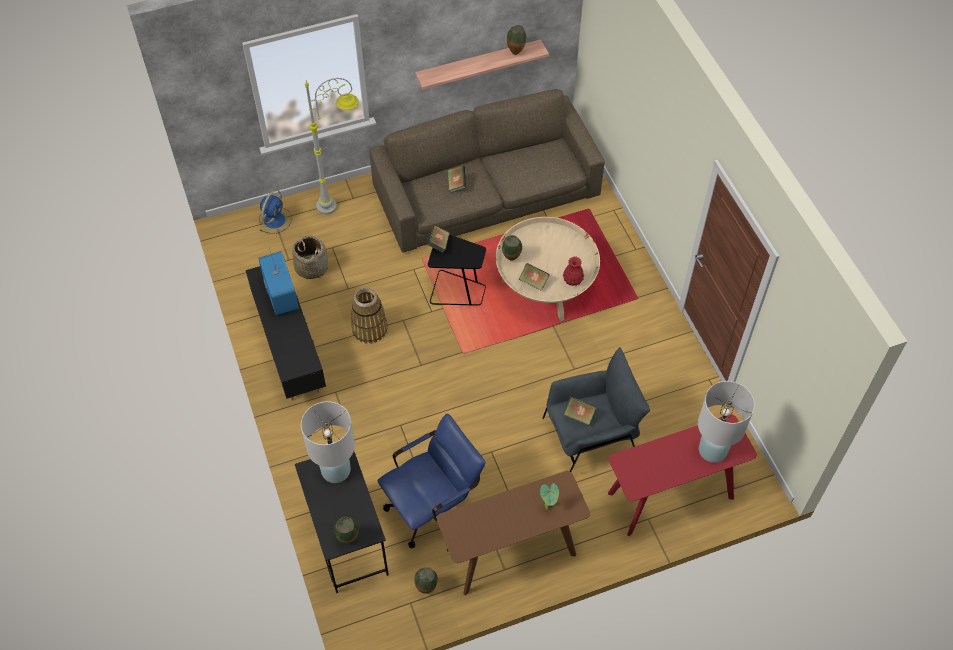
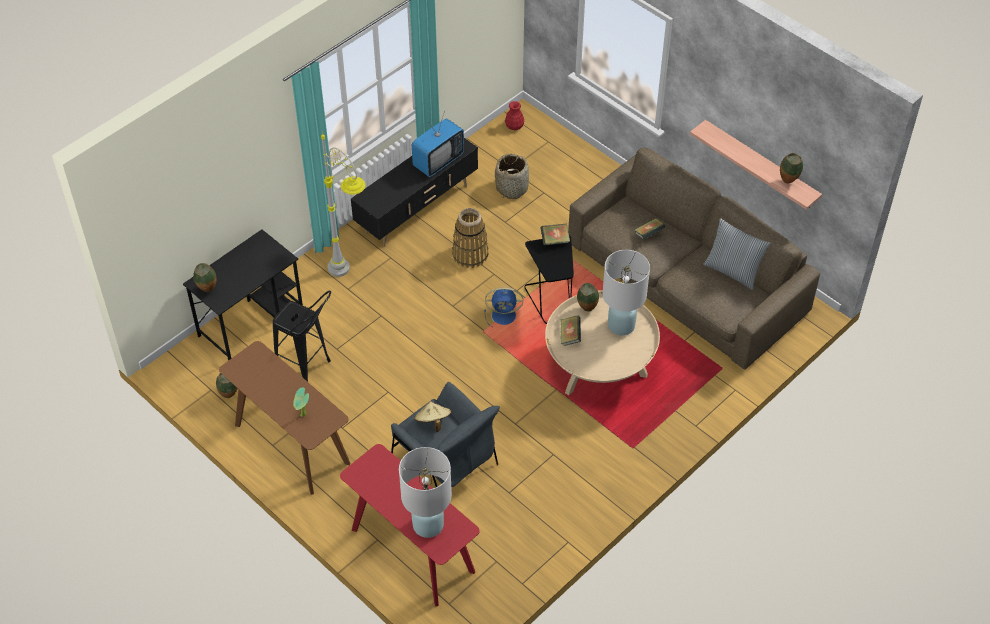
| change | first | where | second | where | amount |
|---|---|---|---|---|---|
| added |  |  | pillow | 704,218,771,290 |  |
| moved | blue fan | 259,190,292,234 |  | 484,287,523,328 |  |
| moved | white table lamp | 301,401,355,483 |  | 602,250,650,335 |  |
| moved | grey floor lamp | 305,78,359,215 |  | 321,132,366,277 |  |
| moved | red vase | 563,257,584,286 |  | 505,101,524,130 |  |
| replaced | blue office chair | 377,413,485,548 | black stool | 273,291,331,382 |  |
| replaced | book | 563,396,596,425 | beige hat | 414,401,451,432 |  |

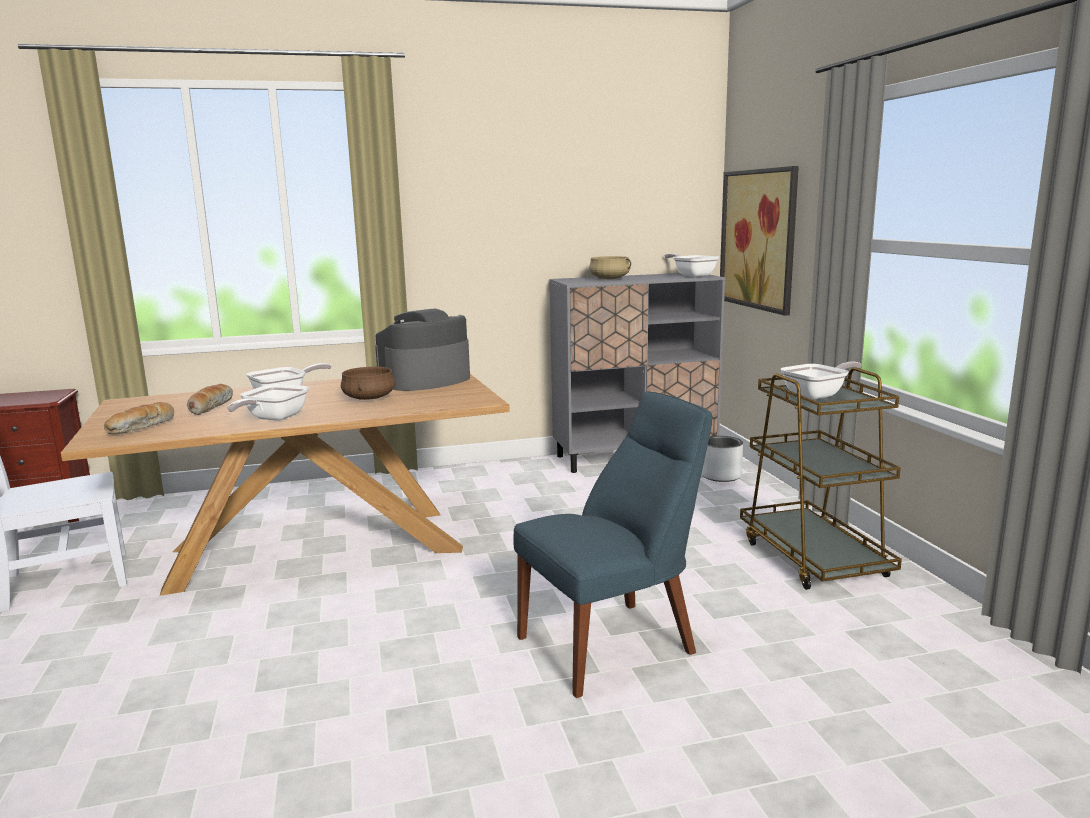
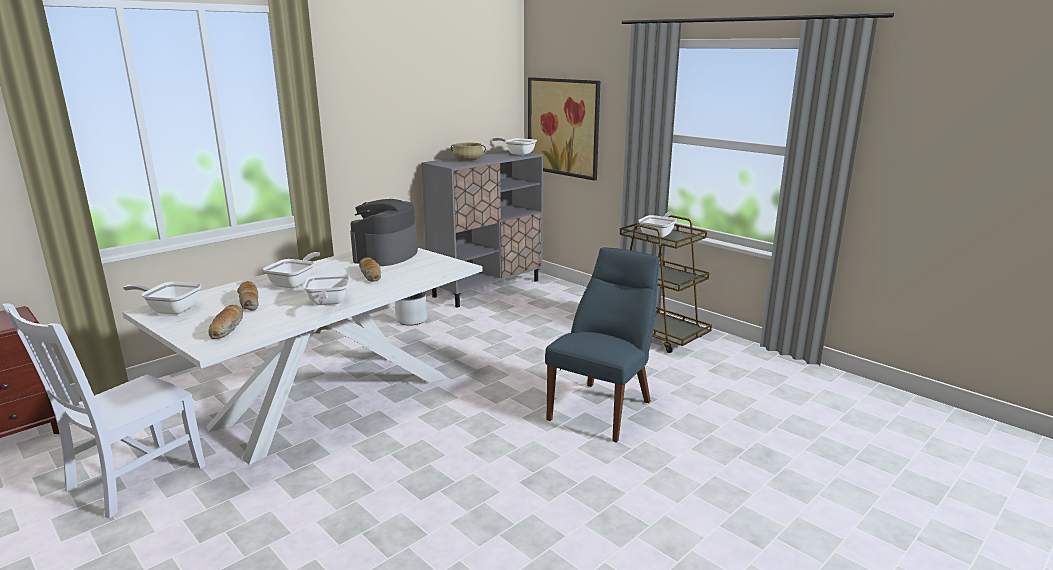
| change | first | where | second | where | amount |
|---|---|---|---|---|---|
| added |  |  | frying pan | 123,282,202,315 |  |
| moved | grey planter | 701,436,743,482 |  | 395,292,427,326 |  |
| replaced | brown cooking pot | 341,367,395,400 | bread | 359,257,381,282 |  |
| recoloured | brown dining table | 61,374,509,596 | white dining table | 122,248,483,465 |  |

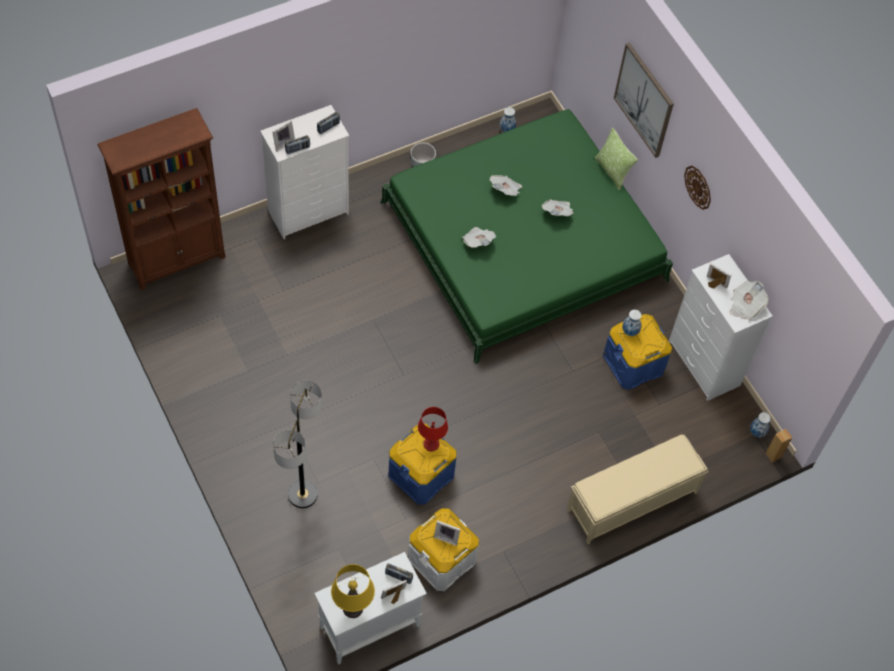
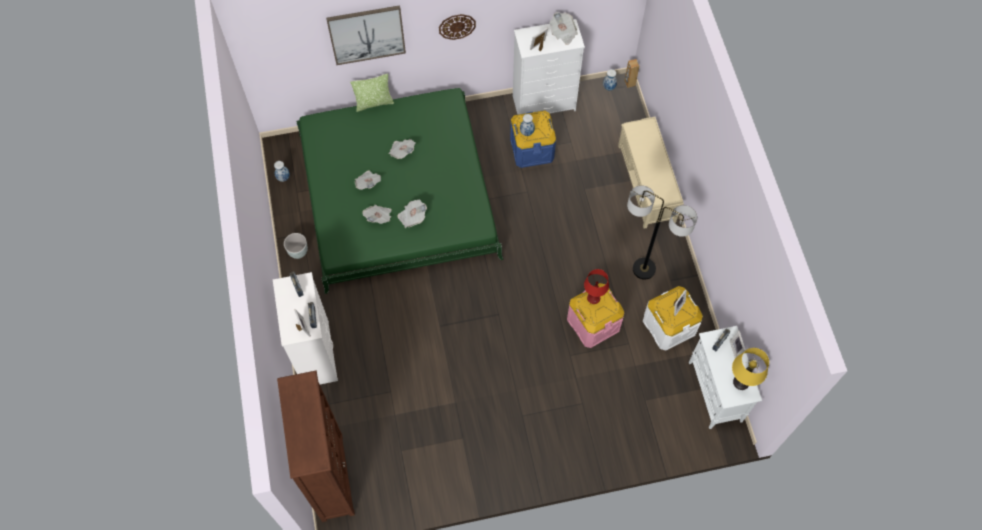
| change | first | where | second | where | amount |
|---|---|---|---|---|---|
| added |  |  | newspaper | 362,205,392,224 |  |
| moved | floor lamp | 273,381,322,508 |  | 627,185,697,280 |  |
| recoloured | blue storage box | 388,424,457,504 | pink storage box | 567,283,624,348 |  |

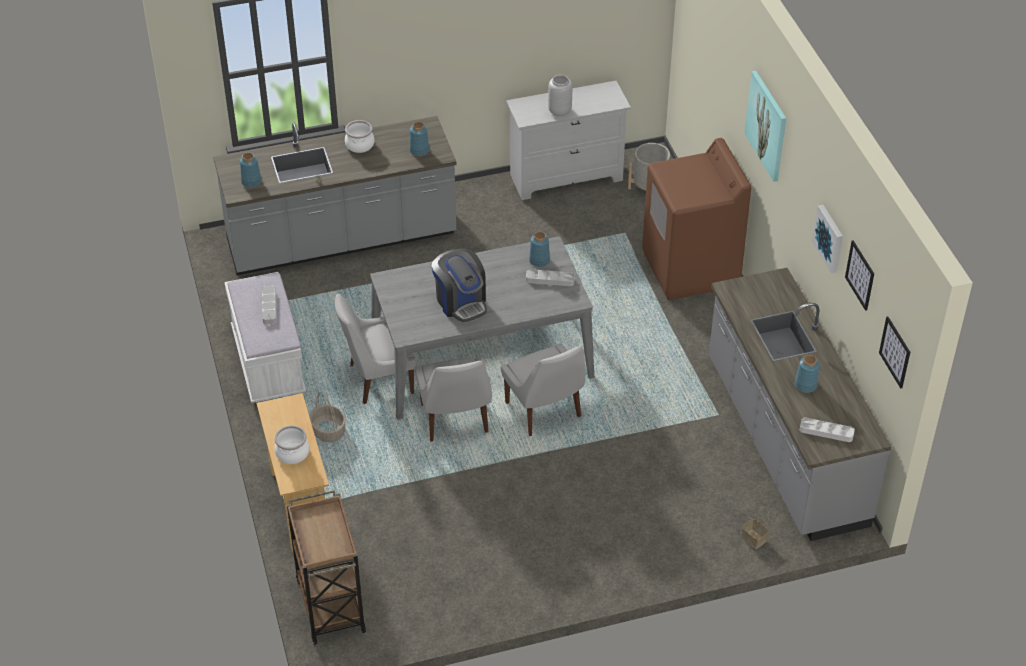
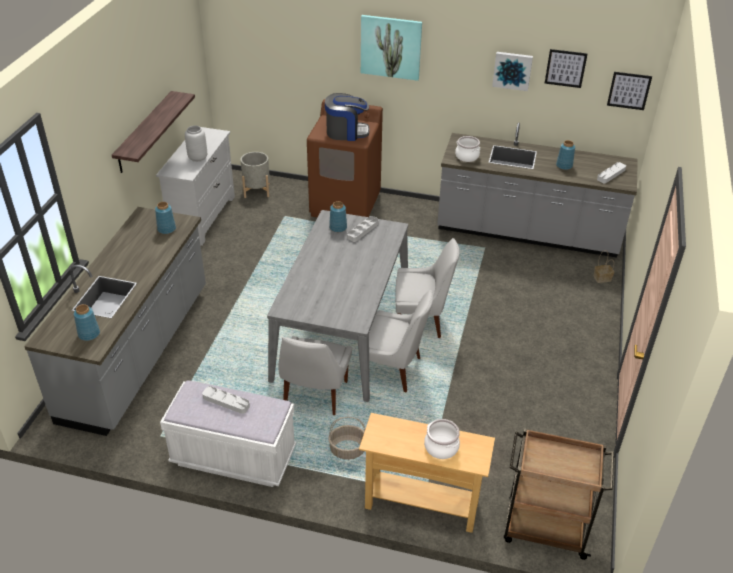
| change | first | where | second | where | amount |
|---|---|---|---|---|---|
| added |  |  | shelf | 112,91,195,173 |  |
| moved | cooking pot | 345,120,375,153 |  | 455,136,480,162 |  |
| moved | coffee machine | 432,249,487,322 |  | 325,93,369,141 |  |

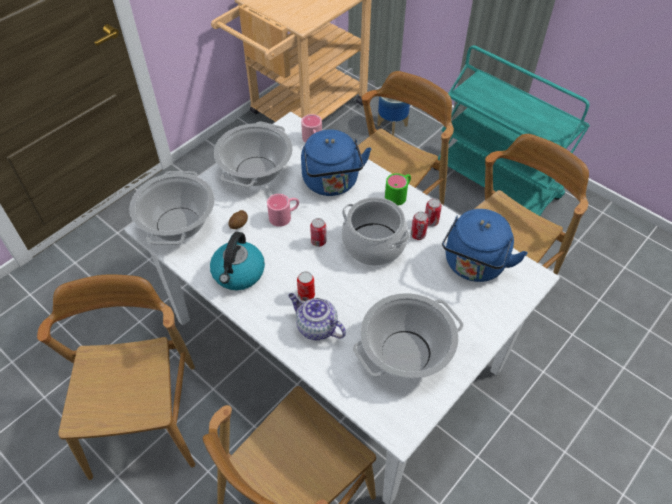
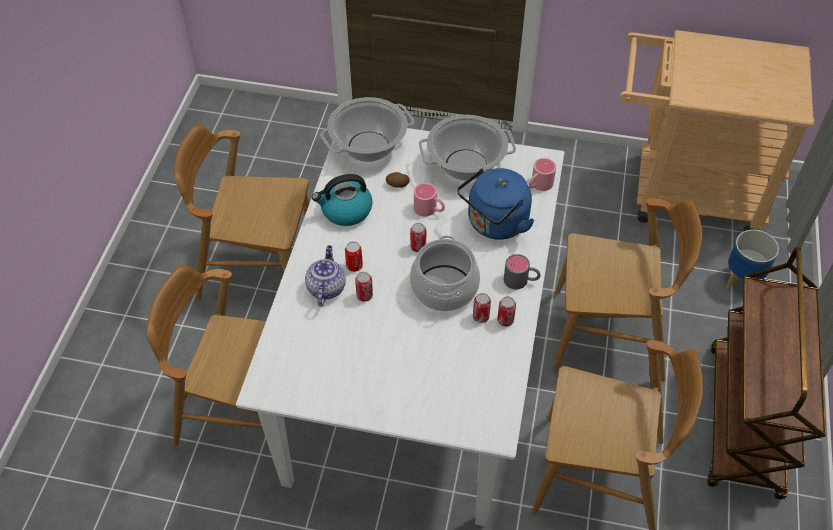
| change | first | where | second | where | amount |
|---|---|---|---|---|---|
| removed | cooking pot | 353,293,464,378 |  |  |  |
| removed | blue kettle | 442,209,528,282 |  |  |  |
| added |  |  | can | 355,272,373,302 |  |
| recoloured | green mug | 385,173,411,205 | grey mug | 504,254,541,290 |  |
| recoloured | turquoise cart | 433,45,590,216 | brown cart | 707,247,826,499 |  |
| turned | brown chair | 37,274,195,480 |  | 174,124,309,300 | 135 degrees counterclockwise |

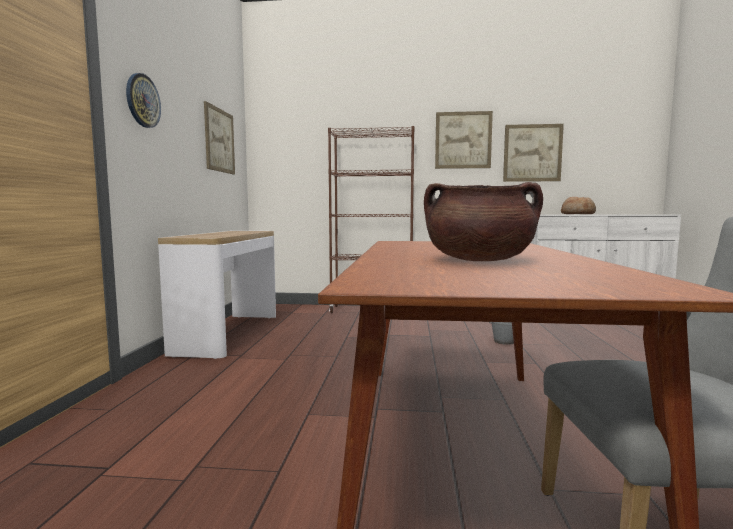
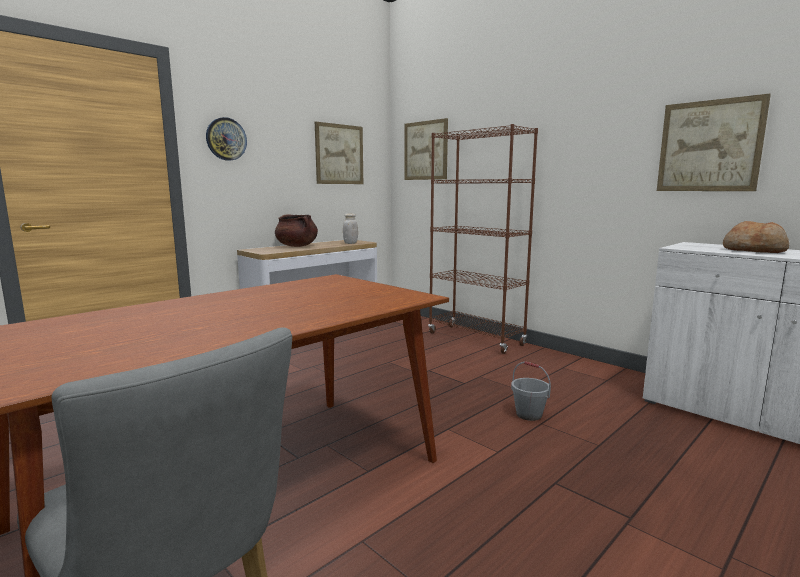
| change | first | where | second | where | amount |
|---|---|---|---|---|---|
| added |  |  | white jar | 343,214,358,244 |  |
| moved | brown cooking pot | 424,182,543,261 |  | 275,215,318,247 |  |
| moved | picture | 435,111,493,169 |  | 405,118,448,180 |  |

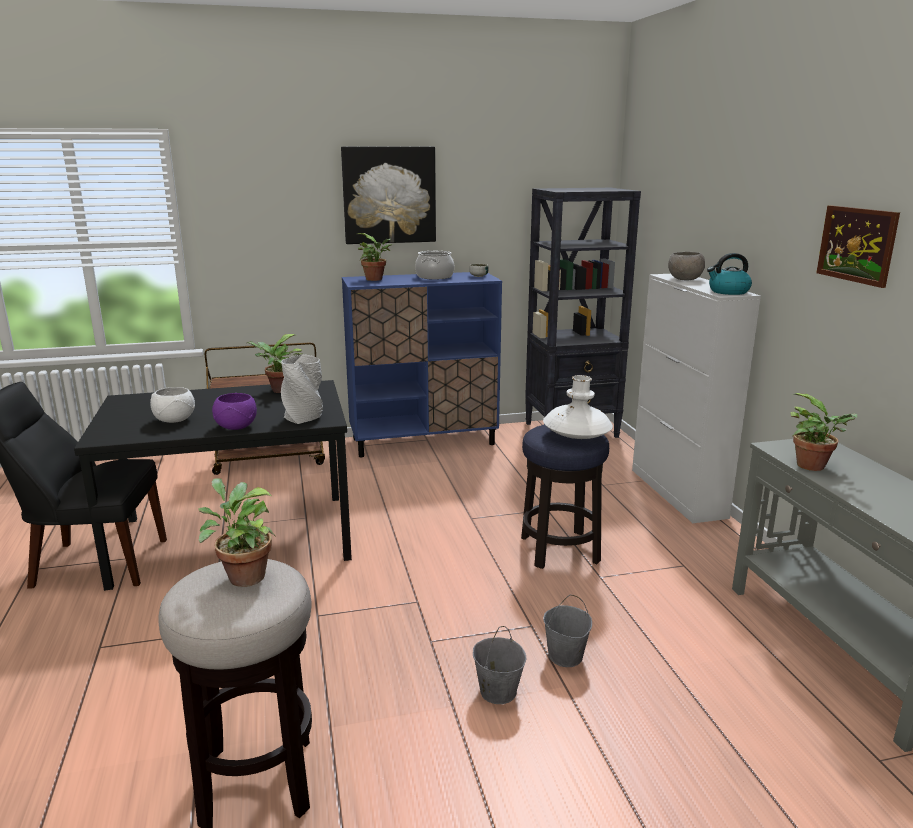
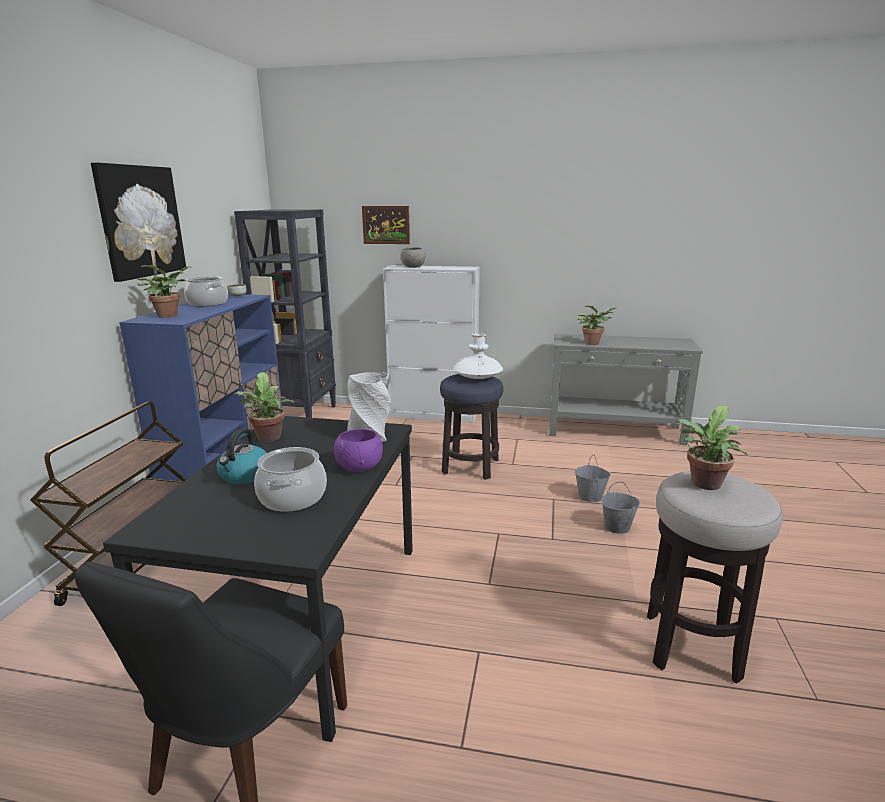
| change | first | where | second | where | amount |
|---|---|---|---|---|---|
| moved | kettle | 707,253,752,295 |  | 217,428,267,484 |  |
| moved | picture | 816,205,900,288 |  | 362,206,410,244 |  |
| replaced | white bowl | 150,387,195,423 | cooking pot | 254,447,327,512 |  |

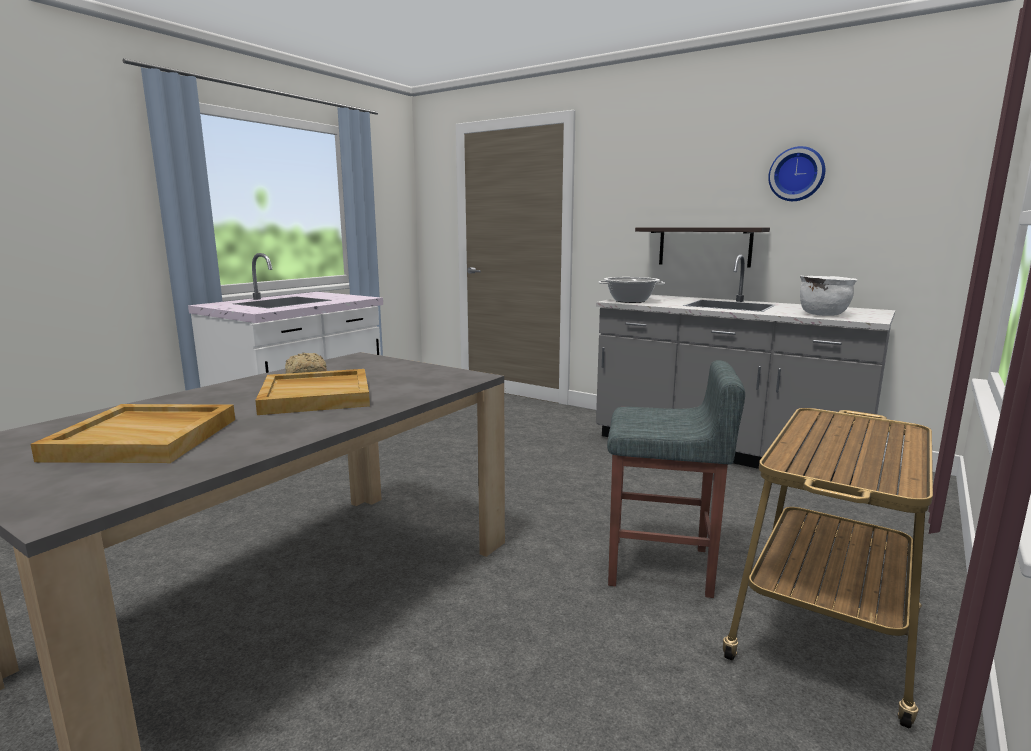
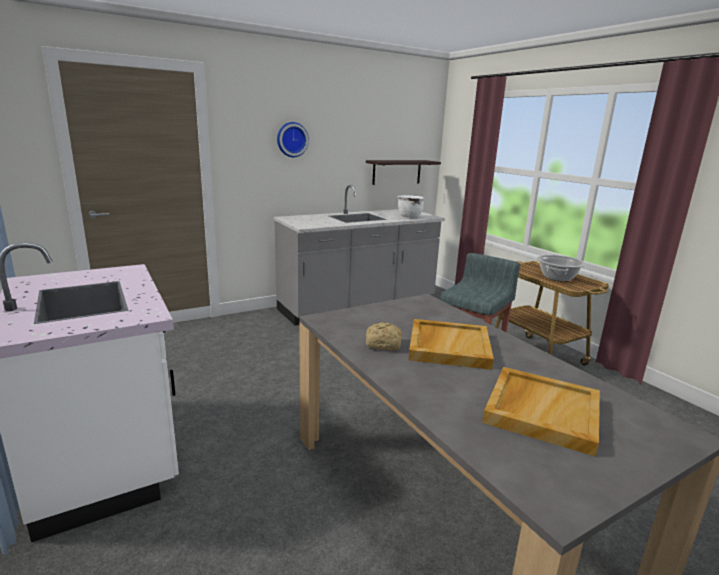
| change | first | where | second | where | amount |
|---|---|---|---|---|---|
| moved | cooking pot | 599,277,665,303 |  | 537,255,586,282 |  |
| moved | shelf | 635,227,770,268 |  | 366,160,441,185 |  |
| moved | wall clock | 768,146,825,201 |  | 277,122,309,157 |  |

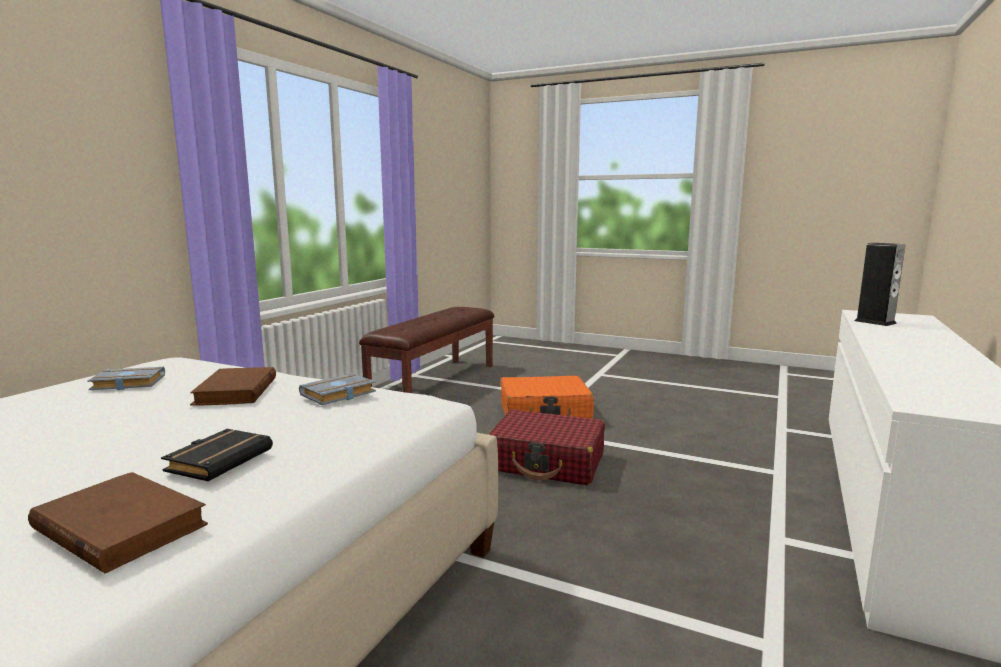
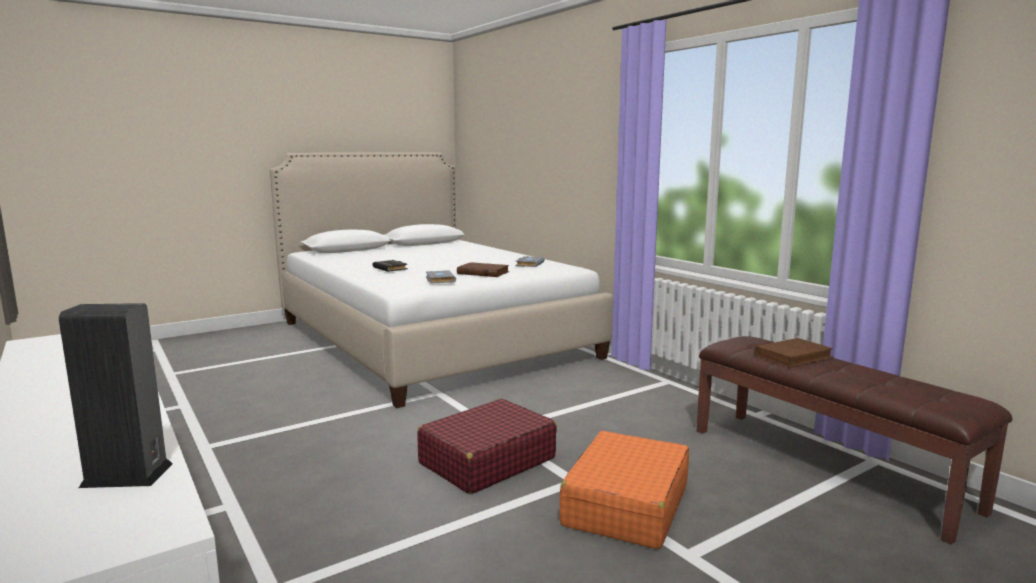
| change | first | where | second | where | amount |
|---|---|---|---|---|---|
| moved | brown book | 28,472,208,574 |  | 754,338,834,368 |  |

